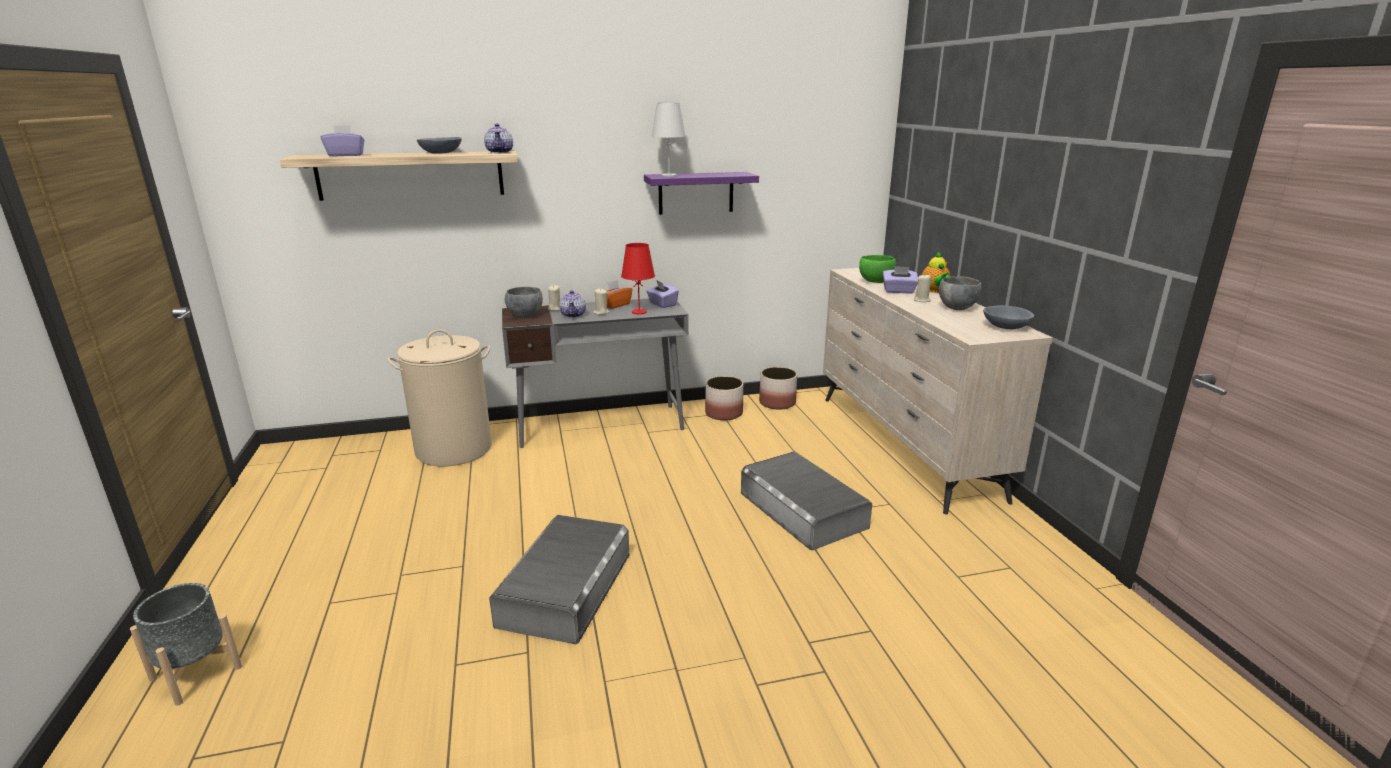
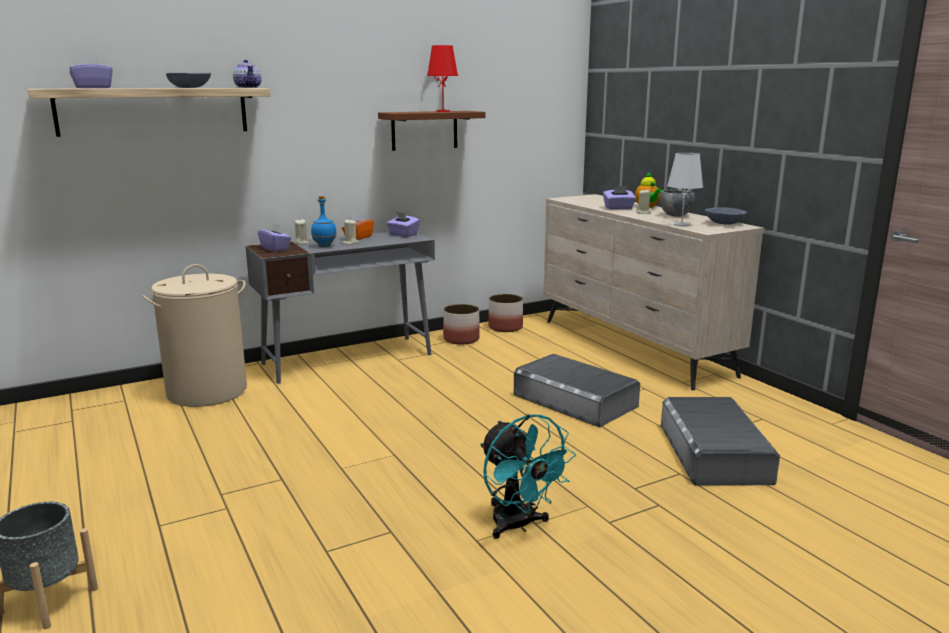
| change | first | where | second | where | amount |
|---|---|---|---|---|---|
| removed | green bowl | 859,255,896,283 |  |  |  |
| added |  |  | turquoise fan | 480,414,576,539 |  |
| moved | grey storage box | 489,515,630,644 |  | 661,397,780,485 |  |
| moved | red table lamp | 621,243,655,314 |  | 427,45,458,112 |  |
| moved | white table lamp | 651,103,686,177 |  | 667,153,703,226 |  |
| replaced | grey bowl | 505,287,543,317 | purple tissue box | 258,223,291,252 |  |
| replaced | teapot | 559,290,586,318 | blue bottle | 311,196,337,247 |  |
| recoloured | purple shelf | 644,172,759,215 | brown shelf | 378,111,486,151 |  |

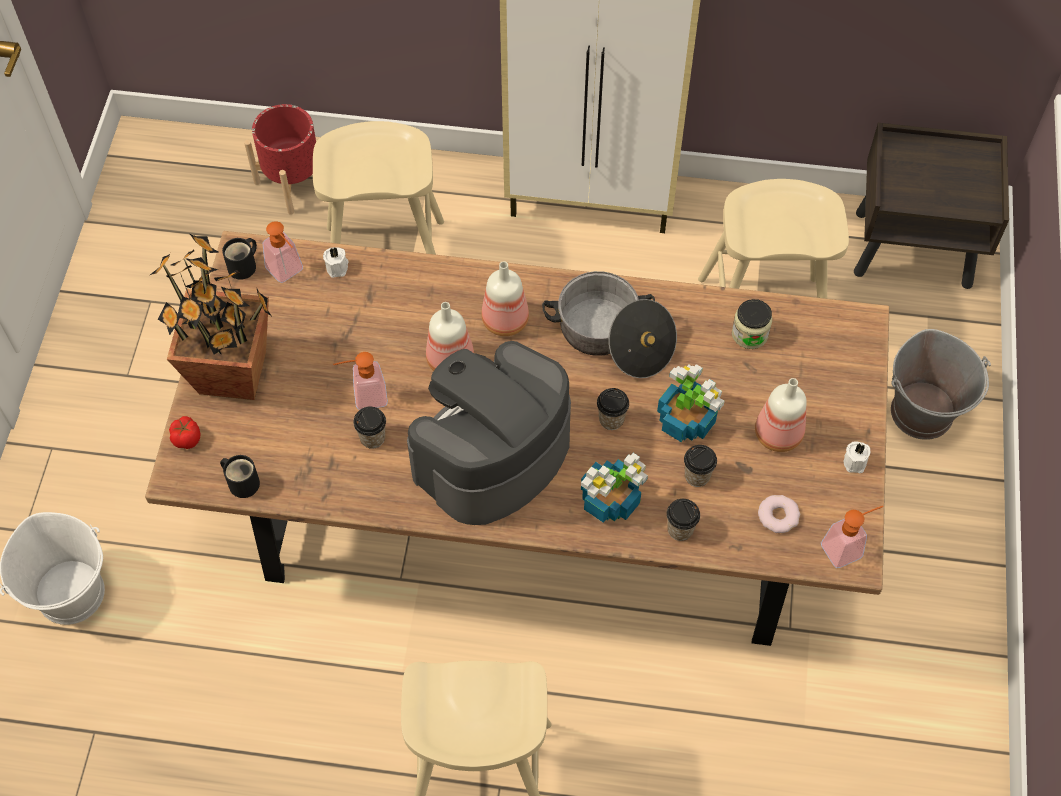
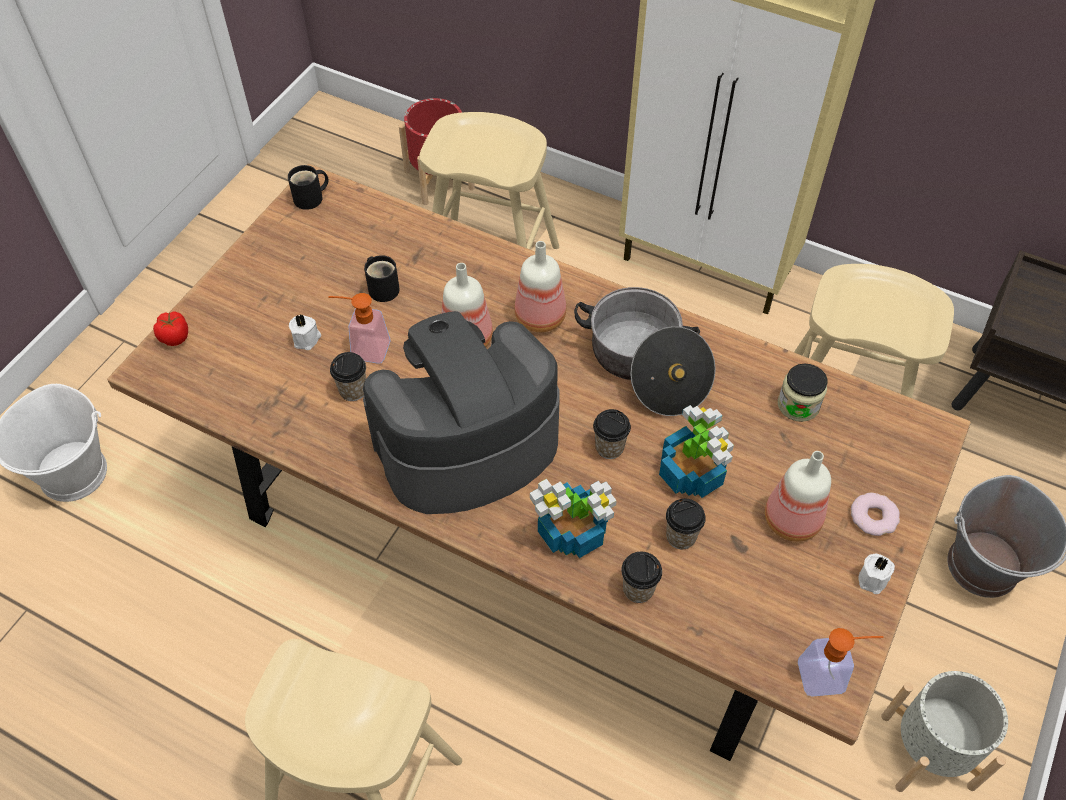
| change | first | where | second | where | amount |
|---|---|---|---|---|---|
| removed | potted plant | 150,234,271,400 |  |  |  |
| removed | soap dispenser | 263,221,303,283 |  |  |  |
| added |  |  | grey planter | 881,671,1008,792 |  |
| moved | black mug | 220,455,260,498 |  | 364,255,400,302 |  |
| moved | white candle | 323,247,349,278 |  | 289,315,321,350 |  |
| moved | donut | 758,495,800,533 |  | 851,493,900,536 |  |

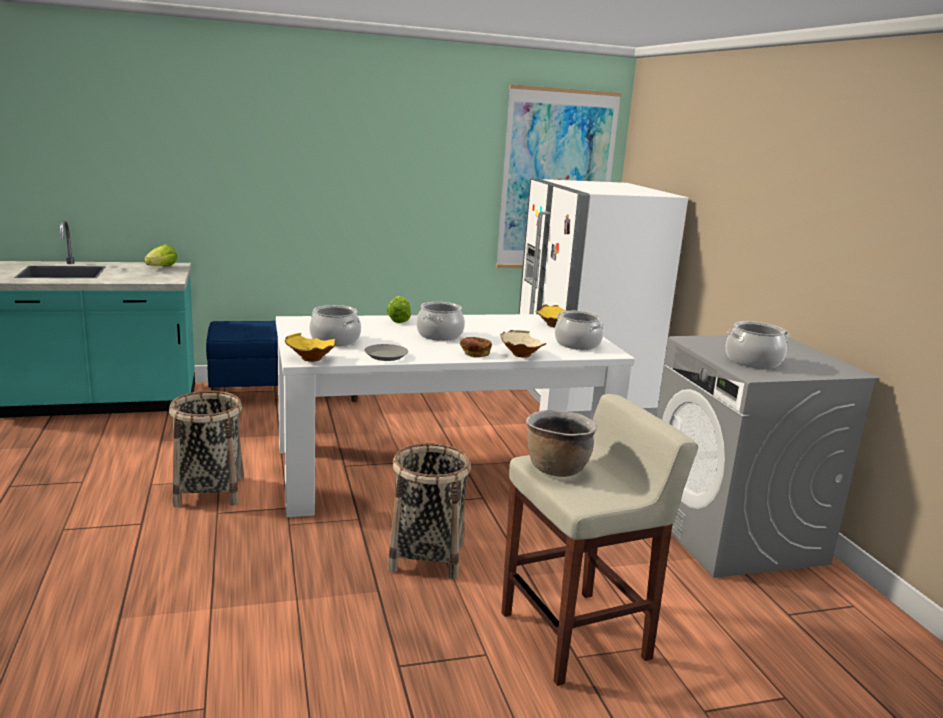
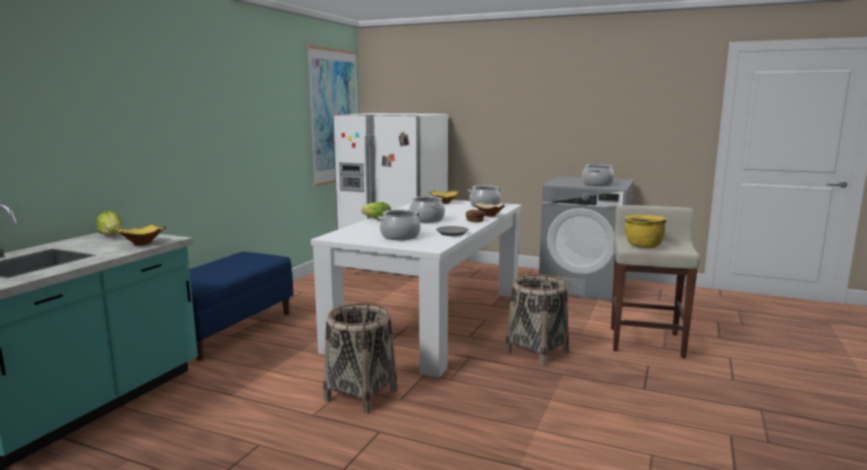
| change | first | where | second | where | amount |
|---|---|---|---|---|---|
| moved | yellow bowl | 285,333,337,362 |  | 115,224,166,246 |  |
| recoloured | brown cooking pot | 526,410,597,477 | yellow cooking pot | 624,215,667,248 |  |

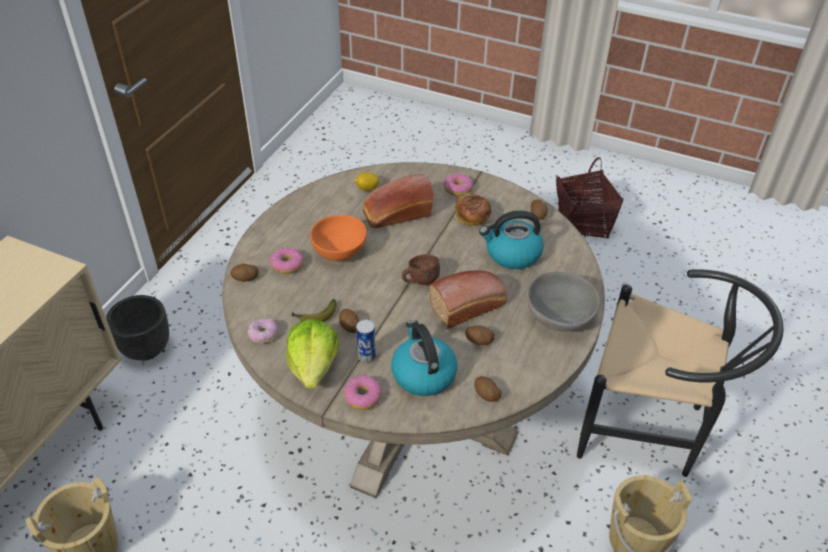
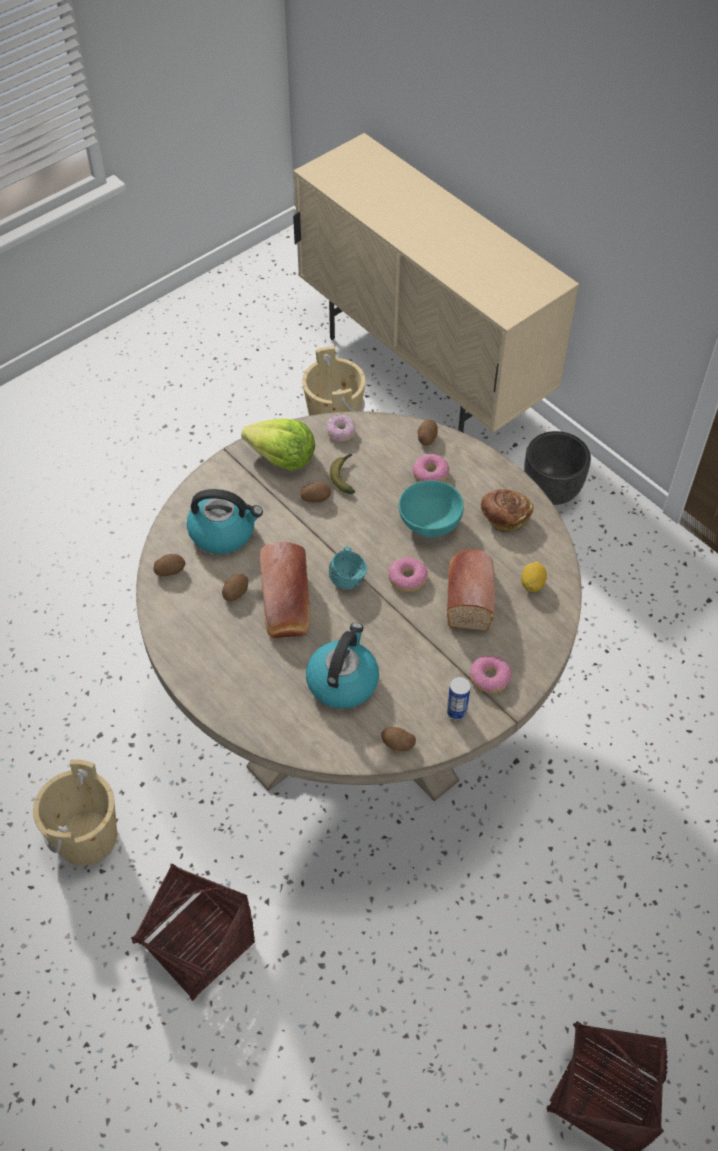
| change | first | where | second | where | amount |
|---|---|---|---|---|---|
| removed | grey bowl | 526,272,601,331 |  |  |  |
| moved | donut | 344,375,382,410 |  | 388,557,428,592 |  |
| moved | can | 356,320,376,363 |  | 447,676,471,720 |  |
| moved | bread | 455,193,491,227 |  | 481,489,534,532 |  |
| replaced | black chair | 577,269,784,477 | basket | 131,864,255,1001 |  |
| recoloured | orange bowl | 310,215,367,261 | turquoise bowl | 399,480,464,537 |  |
| recoloured | brown mug | 402,254,440,285 | turquoise mug | 329,546,367,589 |  |

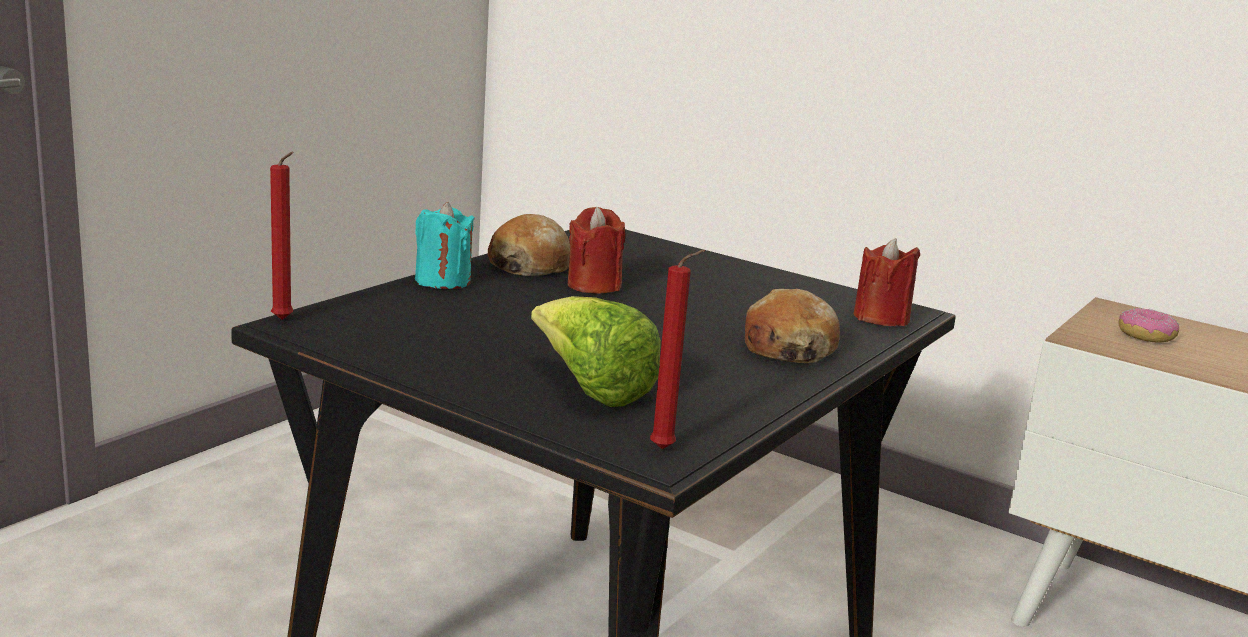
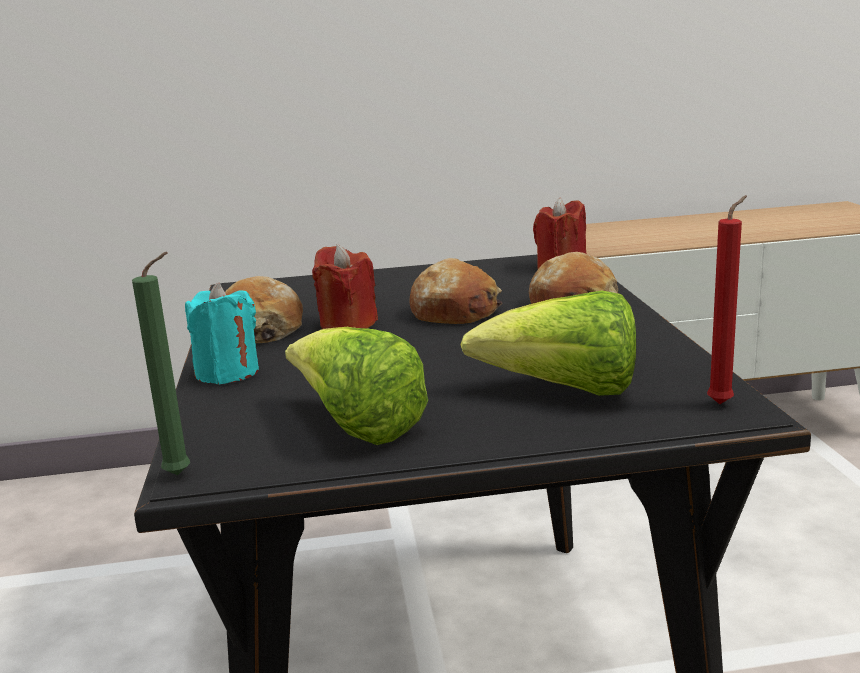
| change | first | where | second | where | amount |
|---|---|---|---|---|---|
| removed | donut | 1118,308,1179,343 |  |  |  |
| added |  |  | lettuce | 285,327,428,445 |  |
| added |  |  | bread | 409,258,502,324 |  |
| recoloured | red candle | 270,152,294,320 | green candle | 132,252,190,475 |  |

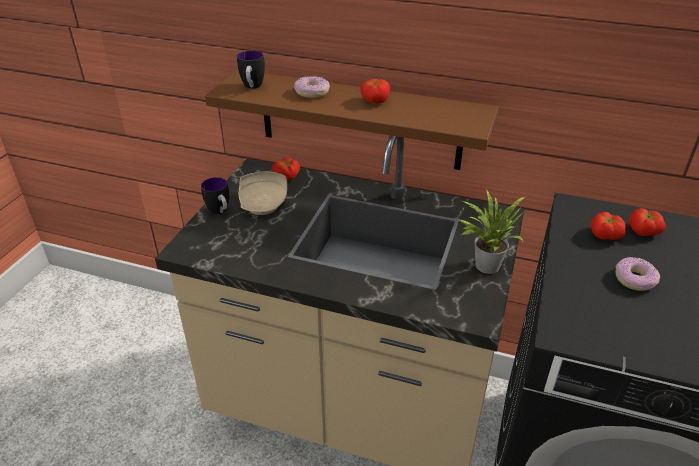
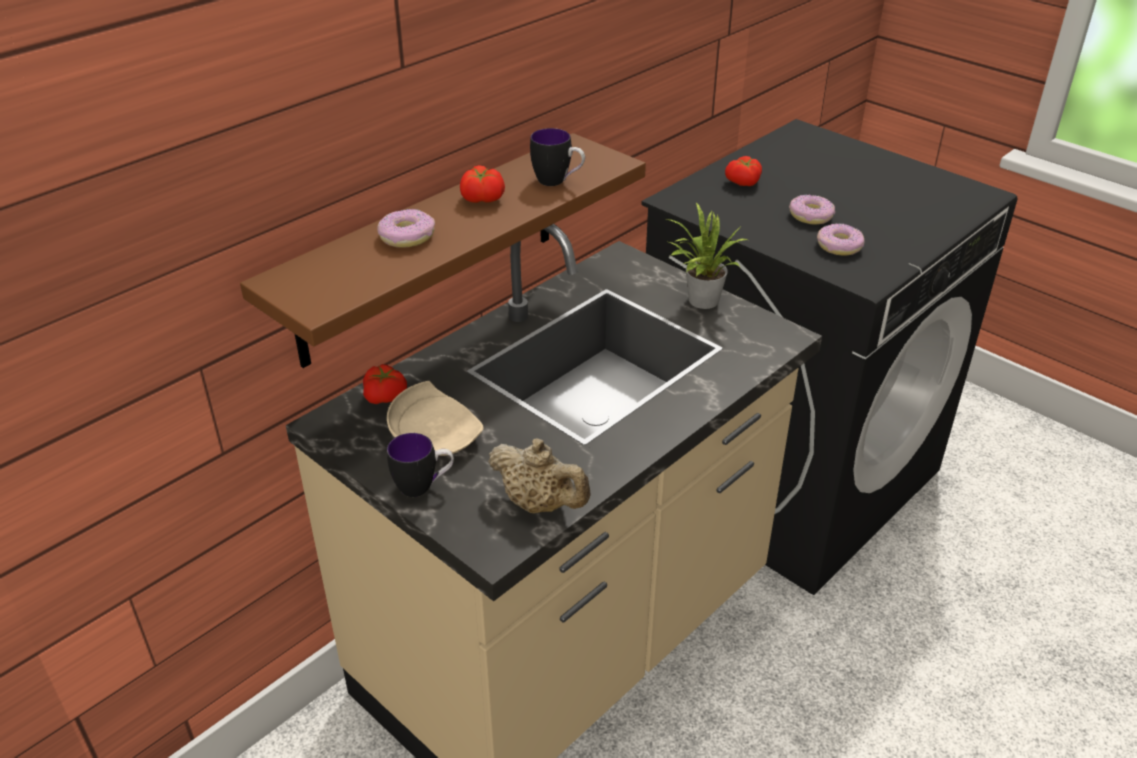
| change | first | where | second | where | amount |
|---|---|---|---|---|---|
| removed | tomato | 591,212,626,240 |  |  |  |
| added |  |  | beige teapot | 488,438,590,513 |  |
| added |  |  | donut | 817,223,865,256 |  |
| moved | mug | 237,51,265,89 |  | 530,128,585,186 |  |

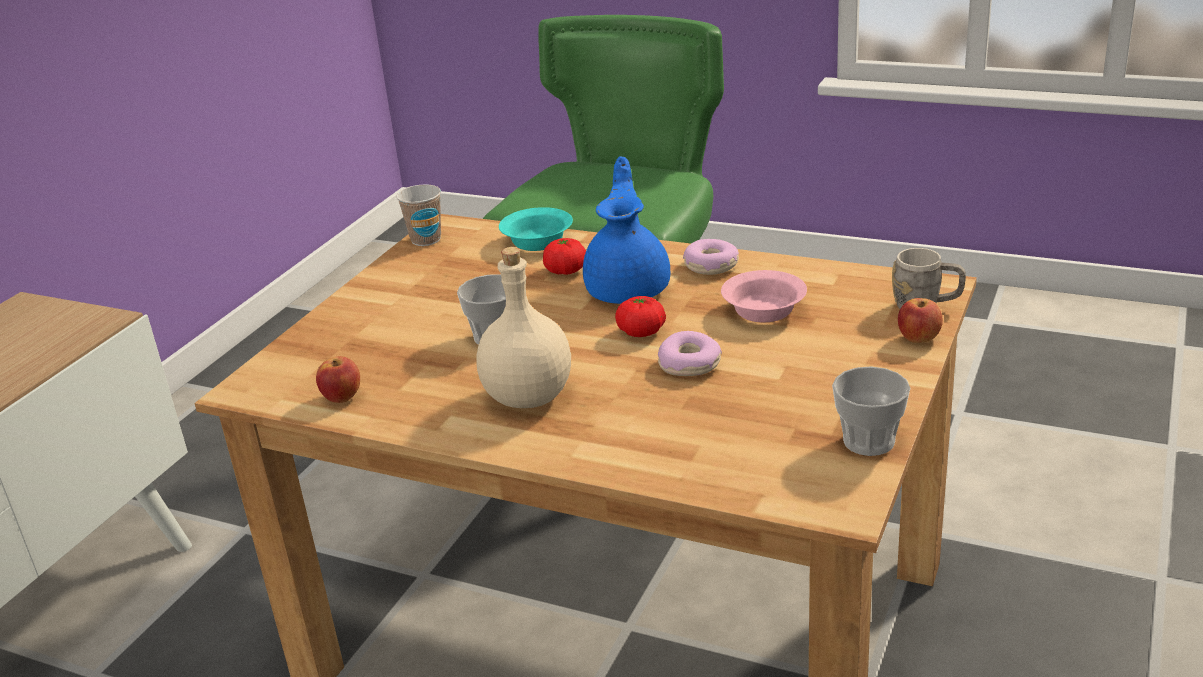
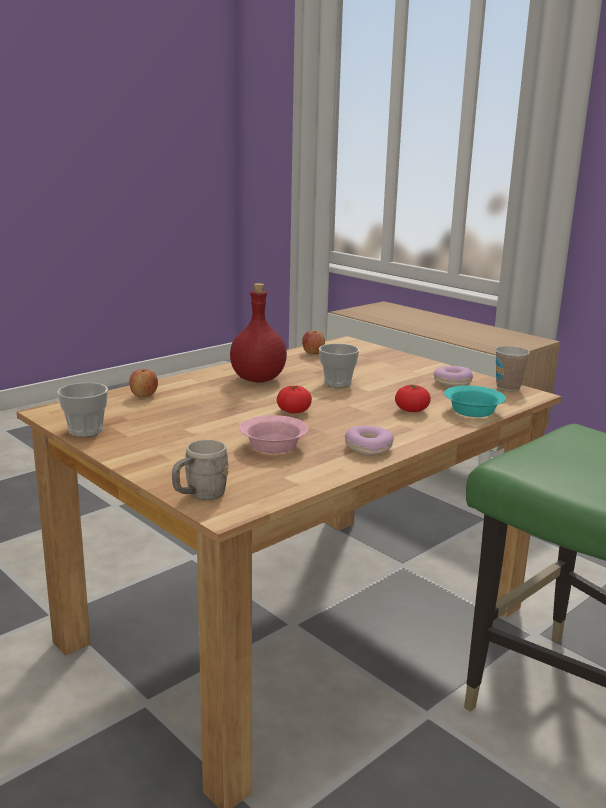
| change | first | where | second | where | amount |
|---|---|---|---|---|---|
| removed | blue teapot | 583,156,670,304 |  |  |  |
| moved | donut | 658,331,722,376 |  | 434,366,473,387 |  |
| moved | apple | 898,298,943,343 |  | 129,369,158,398 |  |
| recoloured | beige bottle | 476,247,571,408 | red bottle | 230,283,287,382 |  |

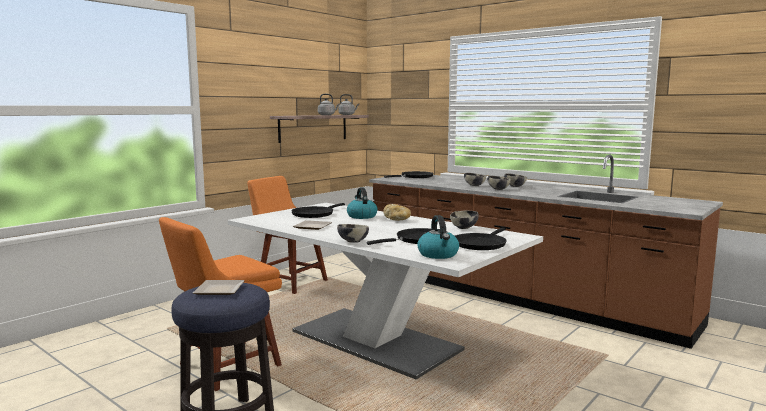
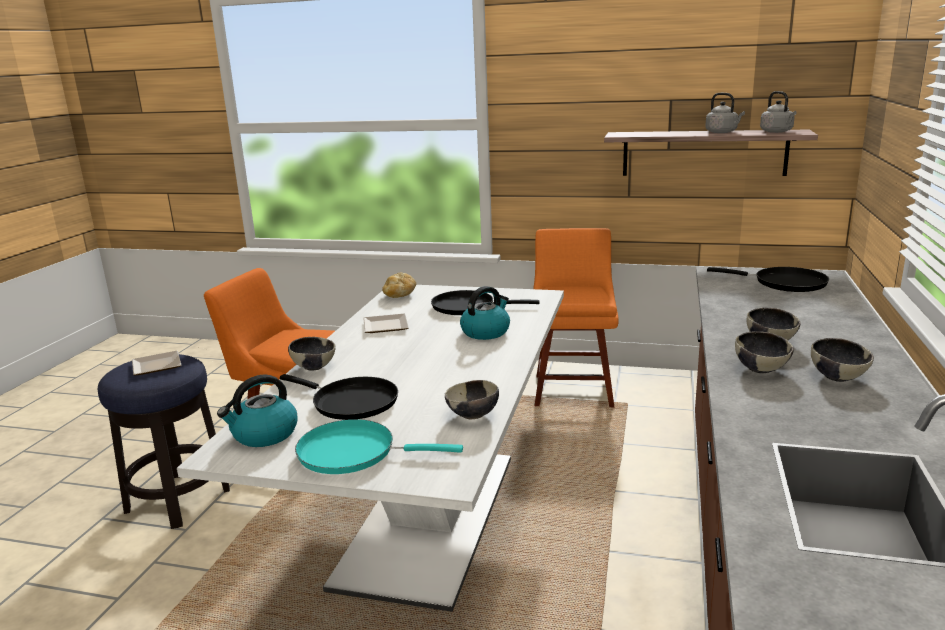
| change | first | where | second | where | amount |
|---|---|---|---|---|---|
| moved | bread | 383,204,411,221 |  | 382,272,416,298 |  |
| recoloured | black frying pan | 455,227,507,250 | turquoise frying pan | 295,419,463,474 |  |

